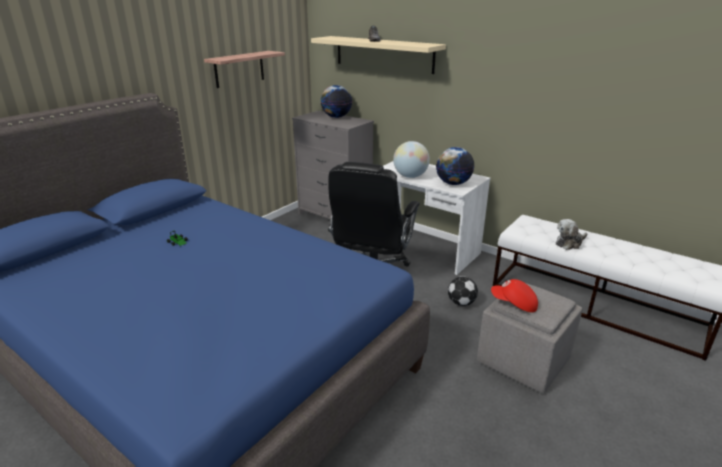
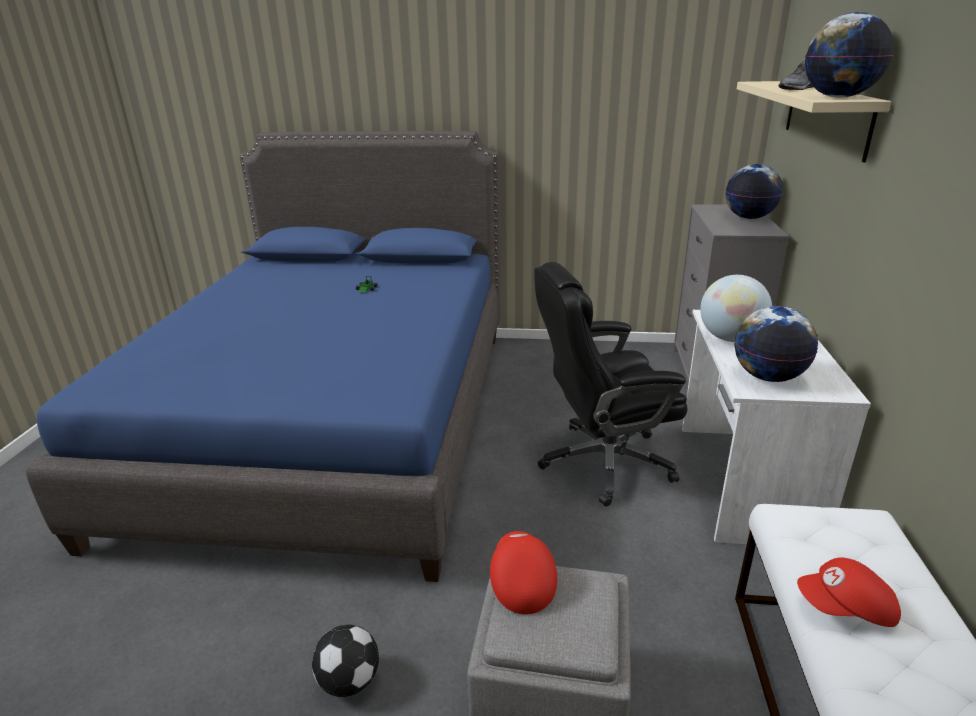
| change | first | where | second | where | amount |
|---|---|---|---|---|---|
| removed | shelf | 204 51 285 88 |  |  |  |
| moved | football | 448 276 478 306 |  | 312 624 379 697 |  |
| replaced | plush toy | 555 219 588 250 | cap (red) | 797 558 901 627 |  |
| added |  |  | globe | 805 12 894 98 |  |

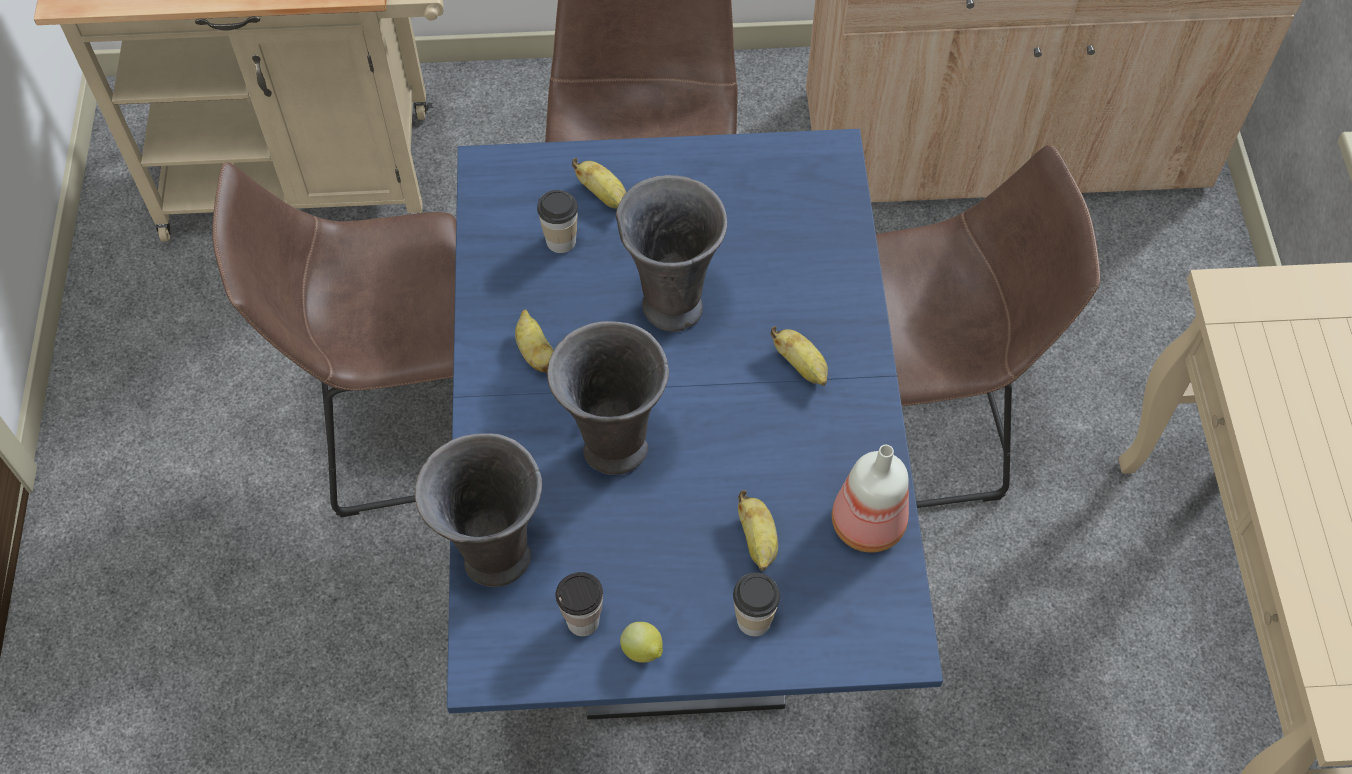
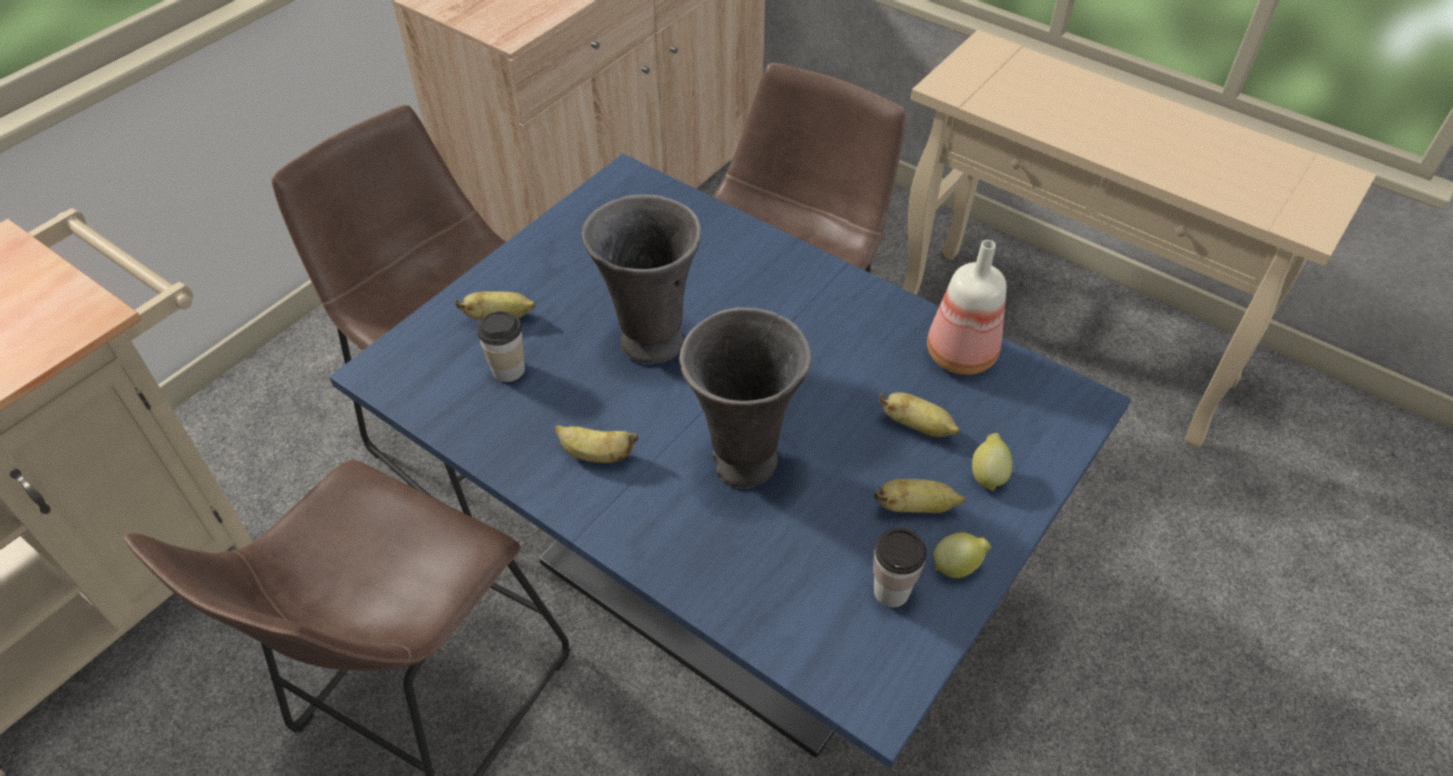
| change | first | where | second | where | amount |
|---|---|---|---|---|---|
| removed | vase (grey) | 415 433 542 587 |  |  |  |
| replaced | cup | 733 572 780 637 | lemon | 972 433 1013 491 |  |
| moved | banana | 770 326 828 386 |  | 874 479 965 513 |  |

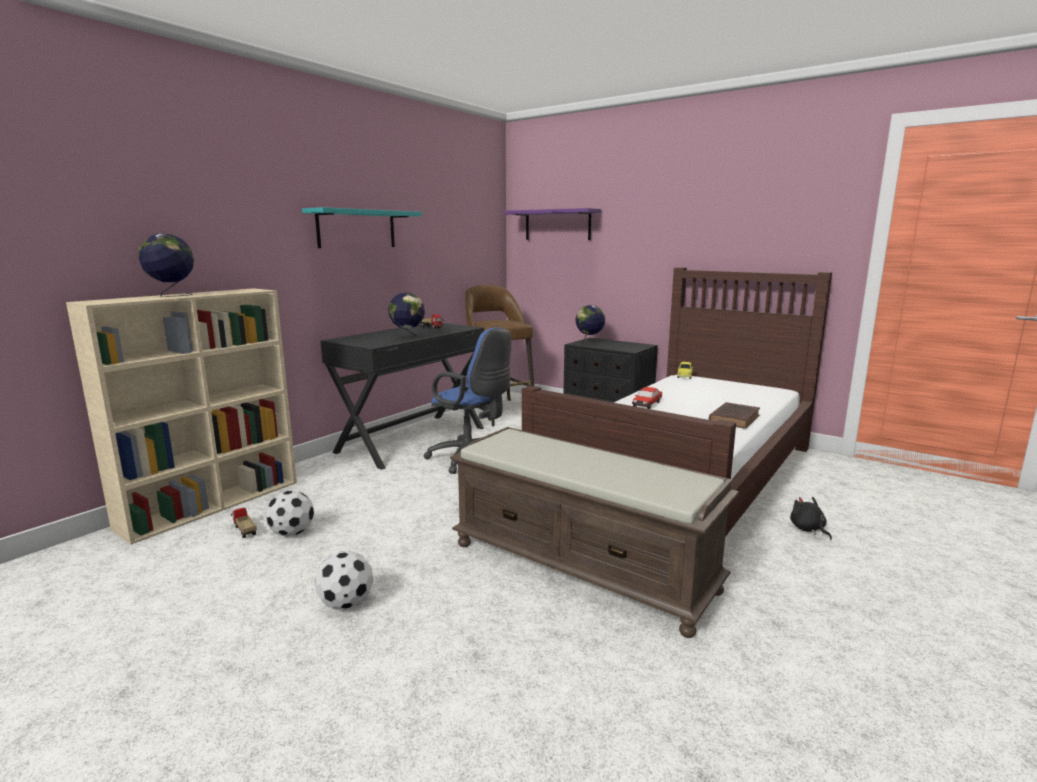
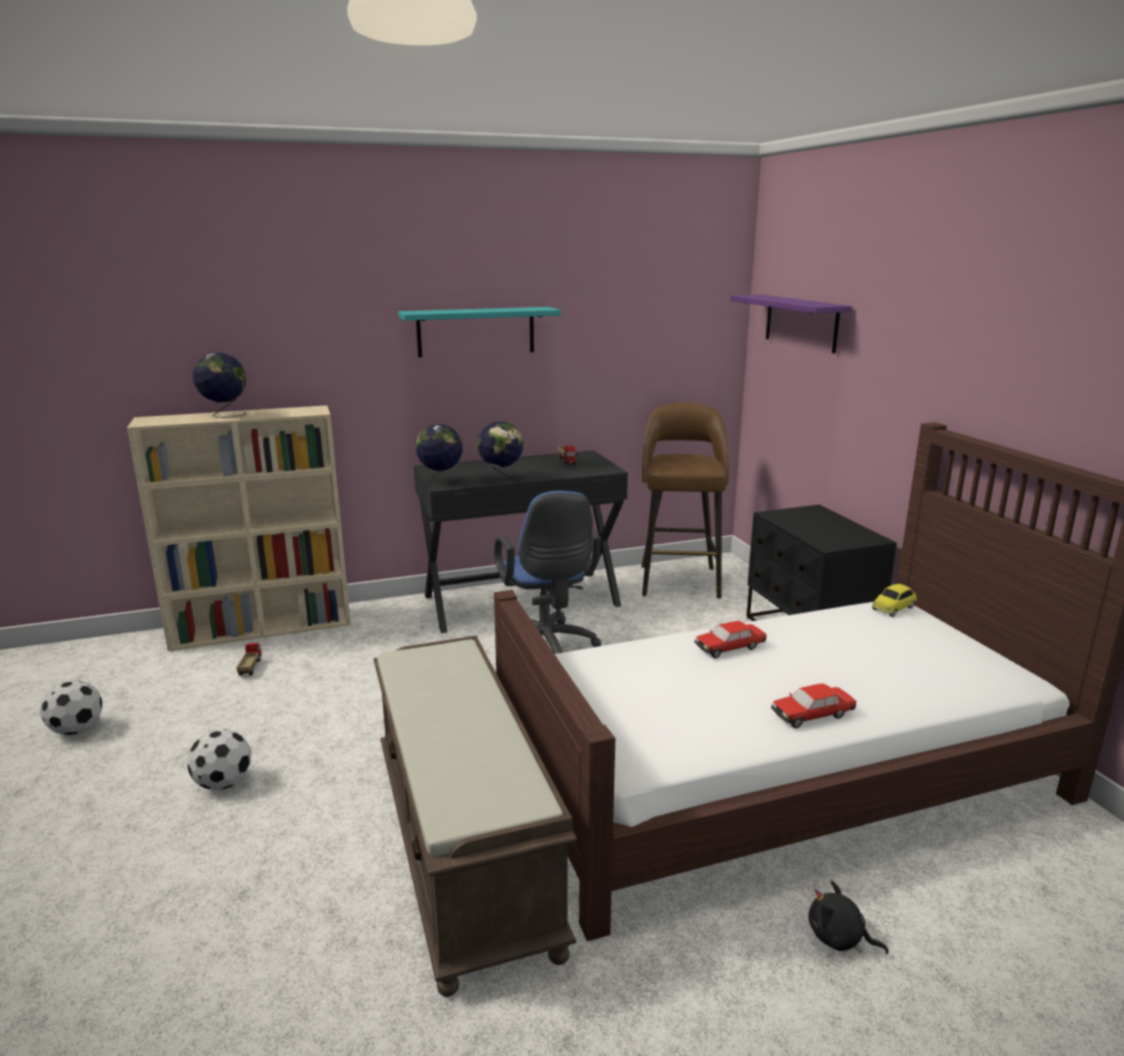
| change | first | where | second | where | amount |
|---|---|---|---|---|---|
| moved | football | 265 490 314 536 |  | 40 680 102 735 |  |
| moved | globe | 575 305 605 344 |  | 416 424 463 485 |  |
| replaced | book (brown) | 709 402 760 429 | toy car | 771 683 857 728 |  |
| turned | plush toy (black) | 790 497 832 540 |  | 808 881 889 954 | 75 degrees counterclockwise |

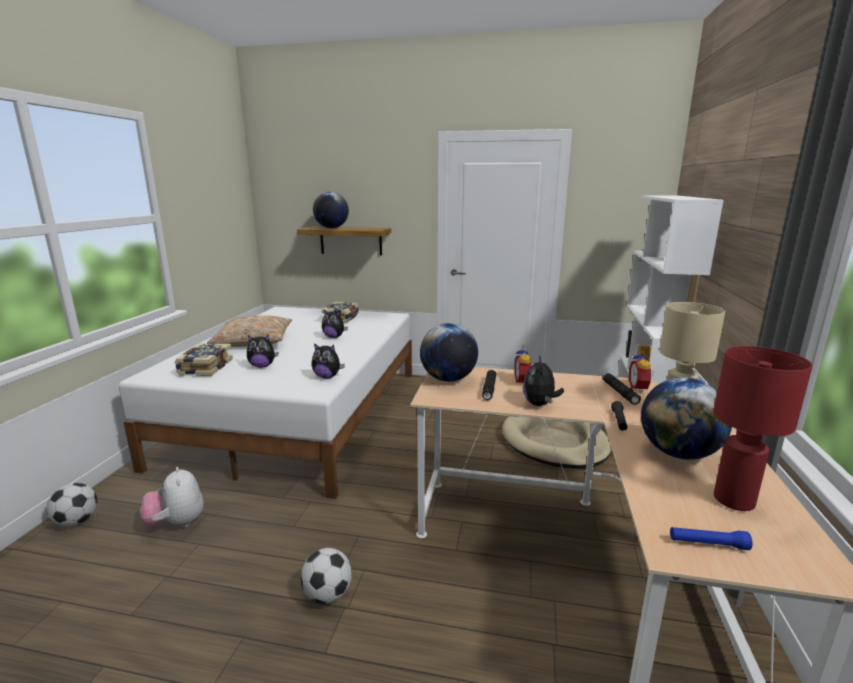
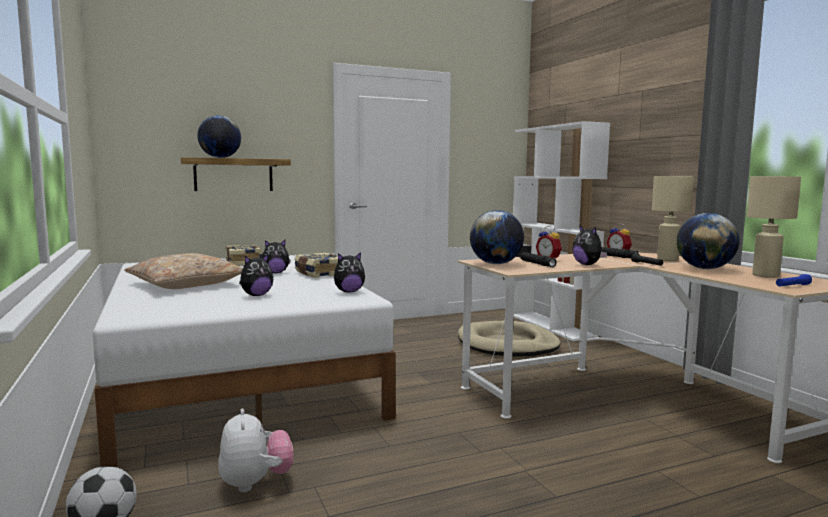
| change | first | where | second | where | amount |
|---|---|---|---|---|---|
| turned | plush toy | 140 467 204 527 |  | 218 408 294 493 | 135 degrees counterclockwise |
| moved | book | 175 343 233 376 |  | 295 253 338 278 |  |
| removed | football | 301 548 352 604 |  |  |  |
| recoloured | table lamp (red) | 713 346 813 511 | table lamp (beige) | 747 176 801 278 |  |

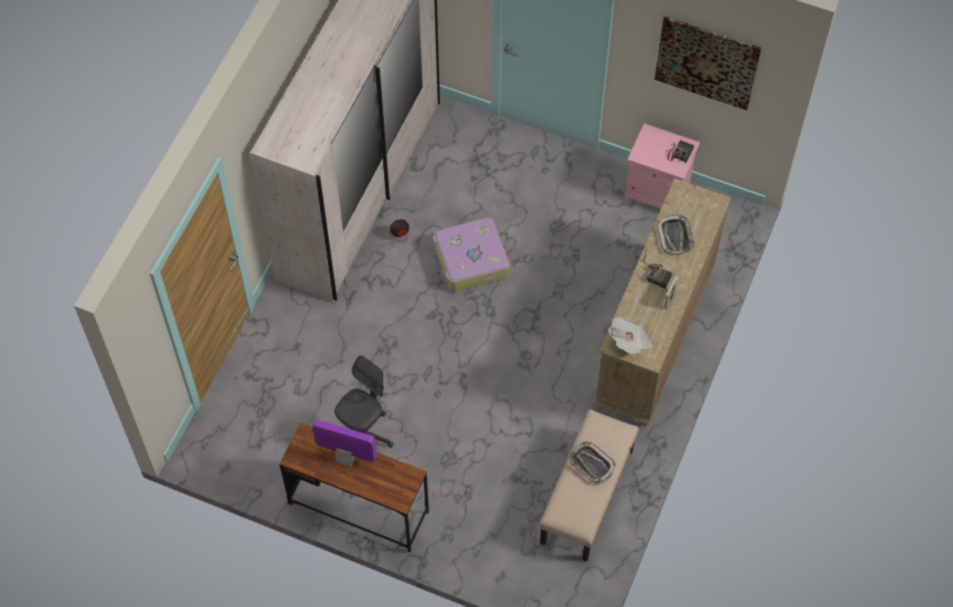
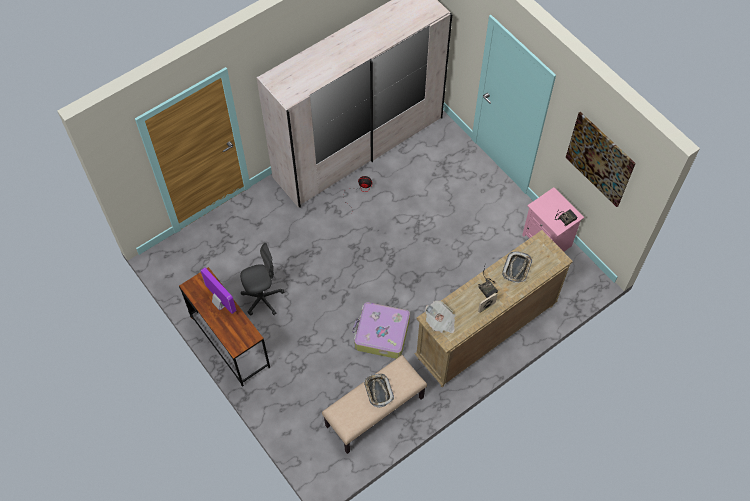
| change | first | where | second | where | amount |
|---|---|---|---|---|---|
| moved | suitcase | 433 217 510 292 |  | 352 302 410 359 |  |

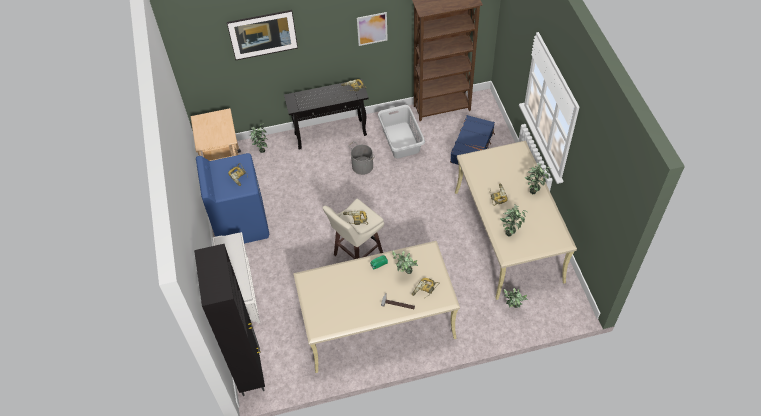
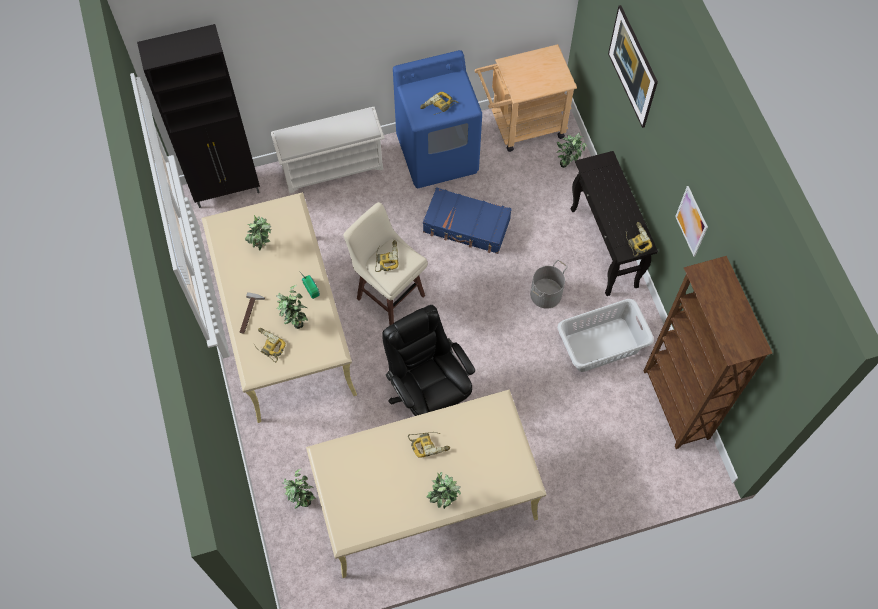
| change | first | where | second | where | amount |
|---|---|---|---|---|---|
| moved | suitcase (blue) | 450 115 495 165 |  | 423 187 512 254 |  |
| moved | potted plant | 500 204 527 236 |  | 245 215 272 251 |  |
| added |  |  | office chair (black) | 382 305 475 416 |  |

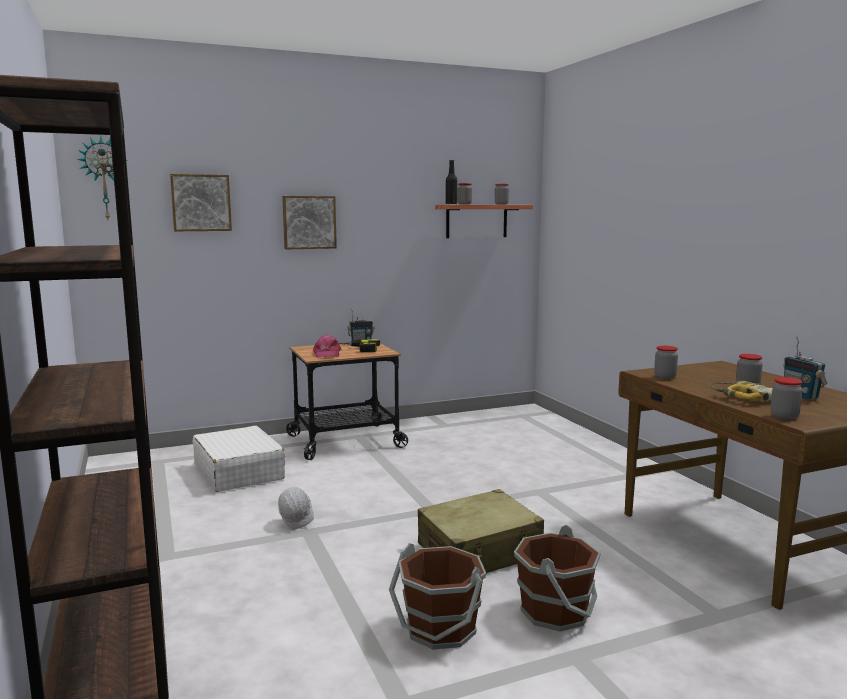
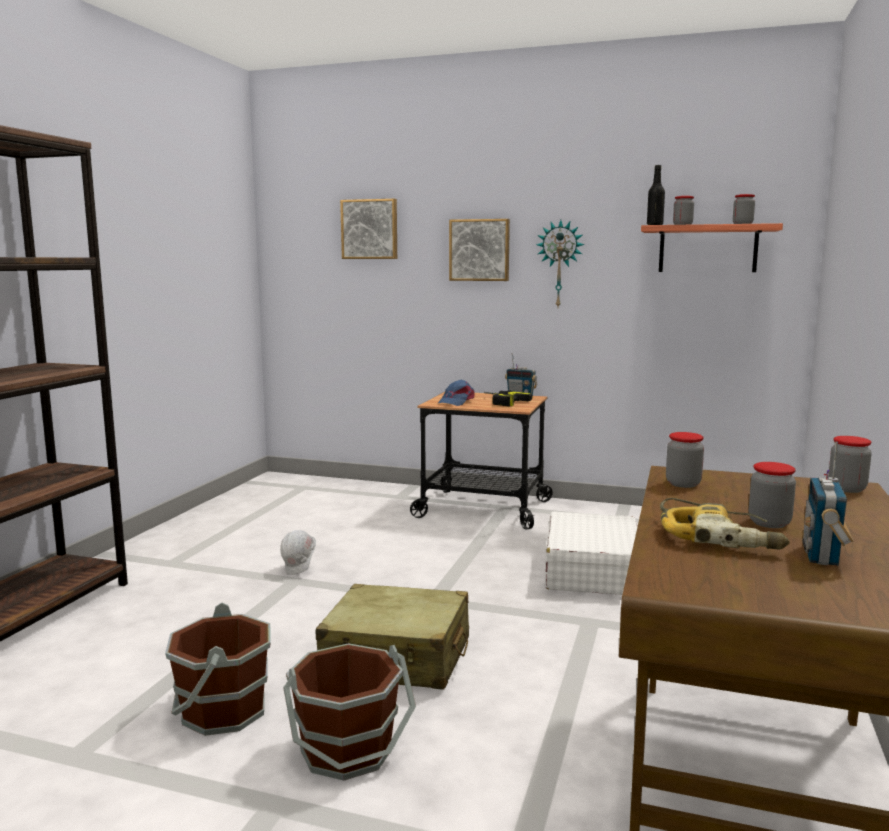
| change | first | where | second | where | amount |
|---|---|---|---|---|---|
| moved | wall clock | 77 136 128 220 |  | 536 220 585 307 |  |
| moved | suitcase (white) | 193 426 285 492 |  | 545 511 637 595 |  |
| recoloured | cap (pink) | 313 335 341 358 | cap (blue) | 437 380 475 406 |  |
| moved | jar | 770 377 803 420 |  | 828 436 872 493 |  |

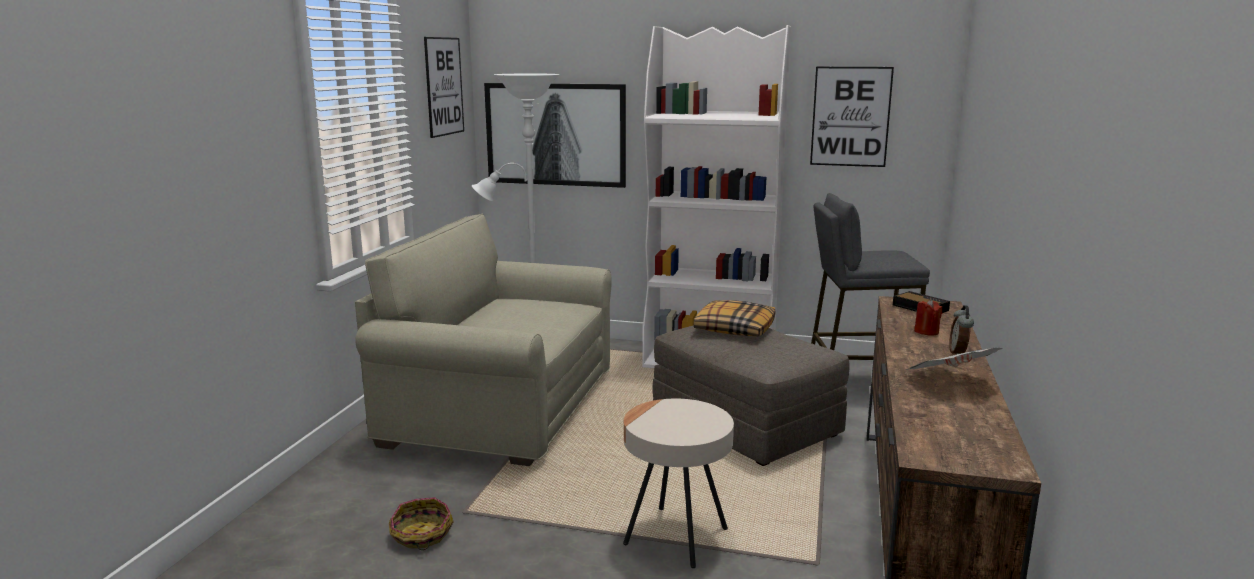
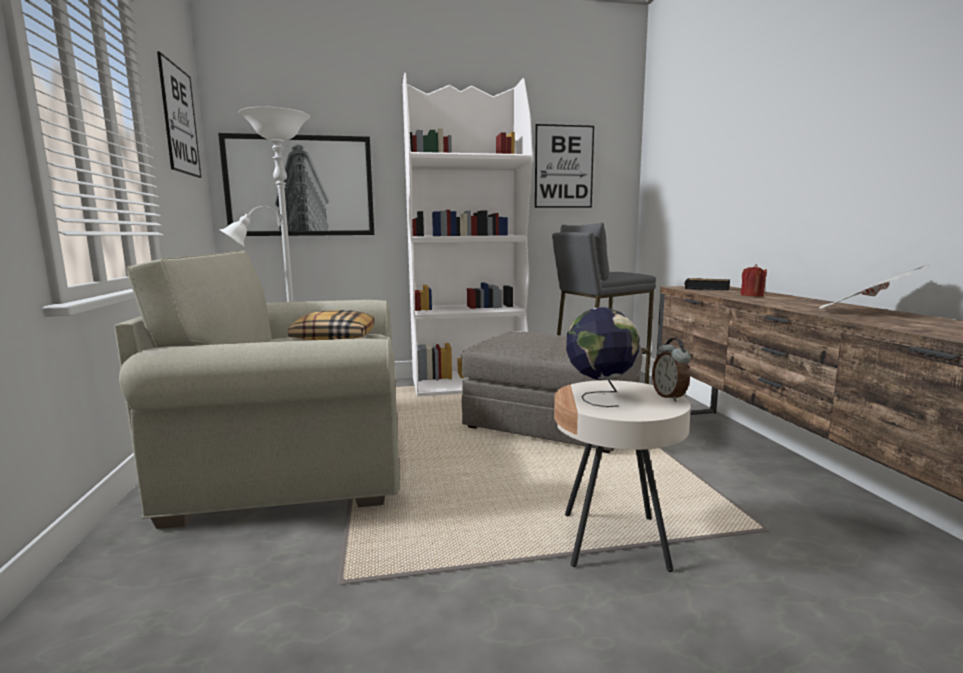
| change | first | where | second | where | amount |
|---|---|---|---|---|---|
| removed | basket | 389 497 454 550 |  |  |  |
| moved | pillow | 694 300 775 336 |  | 288 310 375 340 |  |
| moved | alarm clock | 949 305 974 354 |  | 652 338 691 402 |  |
| added |  |  | globe | 566 307 639 407 |  |

